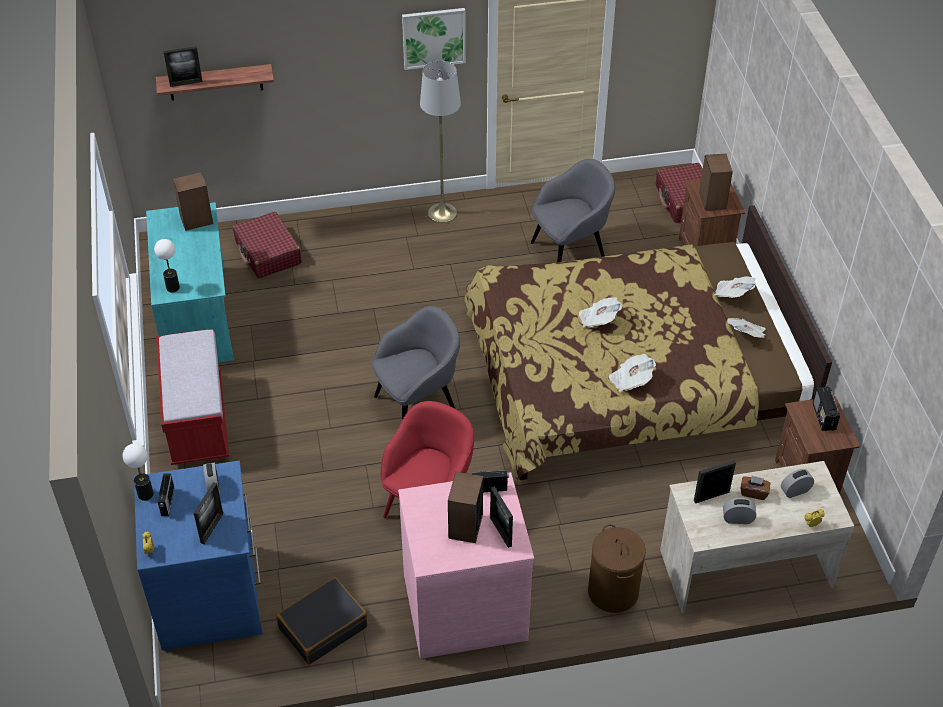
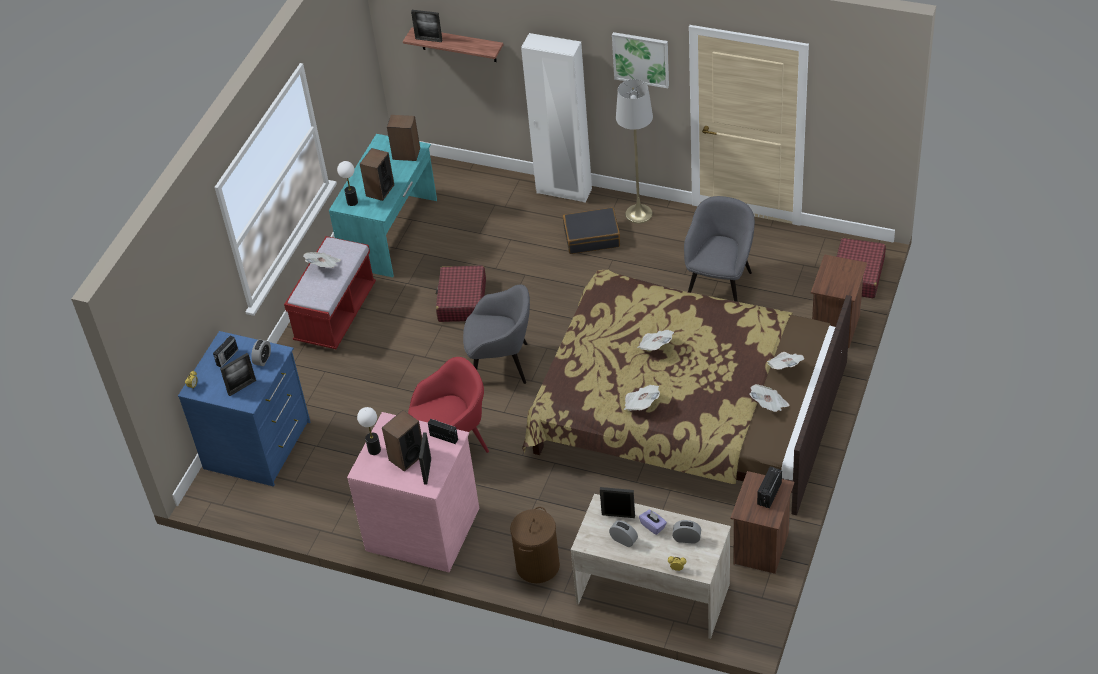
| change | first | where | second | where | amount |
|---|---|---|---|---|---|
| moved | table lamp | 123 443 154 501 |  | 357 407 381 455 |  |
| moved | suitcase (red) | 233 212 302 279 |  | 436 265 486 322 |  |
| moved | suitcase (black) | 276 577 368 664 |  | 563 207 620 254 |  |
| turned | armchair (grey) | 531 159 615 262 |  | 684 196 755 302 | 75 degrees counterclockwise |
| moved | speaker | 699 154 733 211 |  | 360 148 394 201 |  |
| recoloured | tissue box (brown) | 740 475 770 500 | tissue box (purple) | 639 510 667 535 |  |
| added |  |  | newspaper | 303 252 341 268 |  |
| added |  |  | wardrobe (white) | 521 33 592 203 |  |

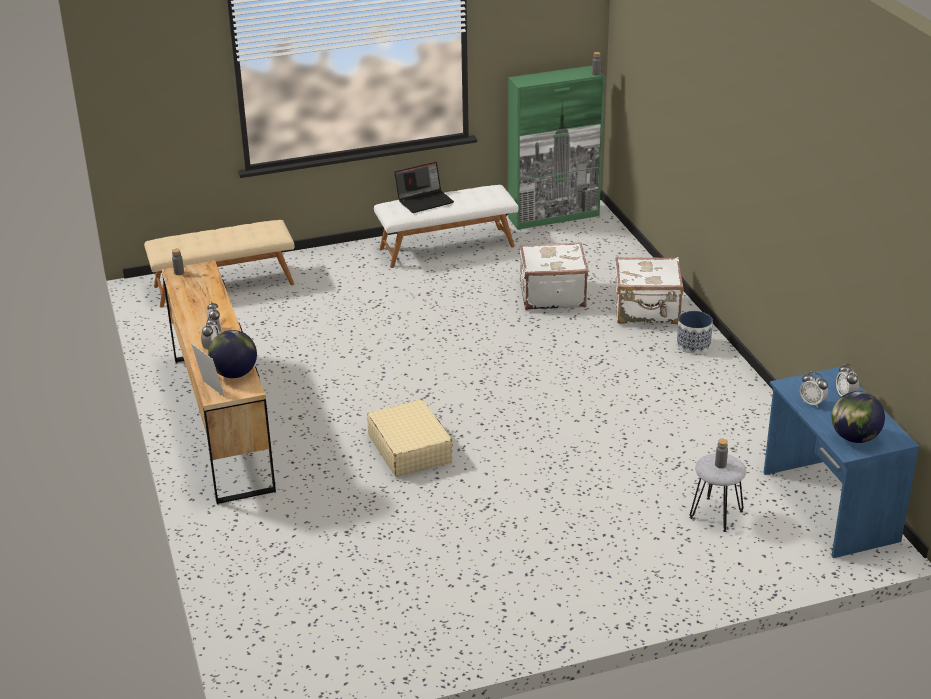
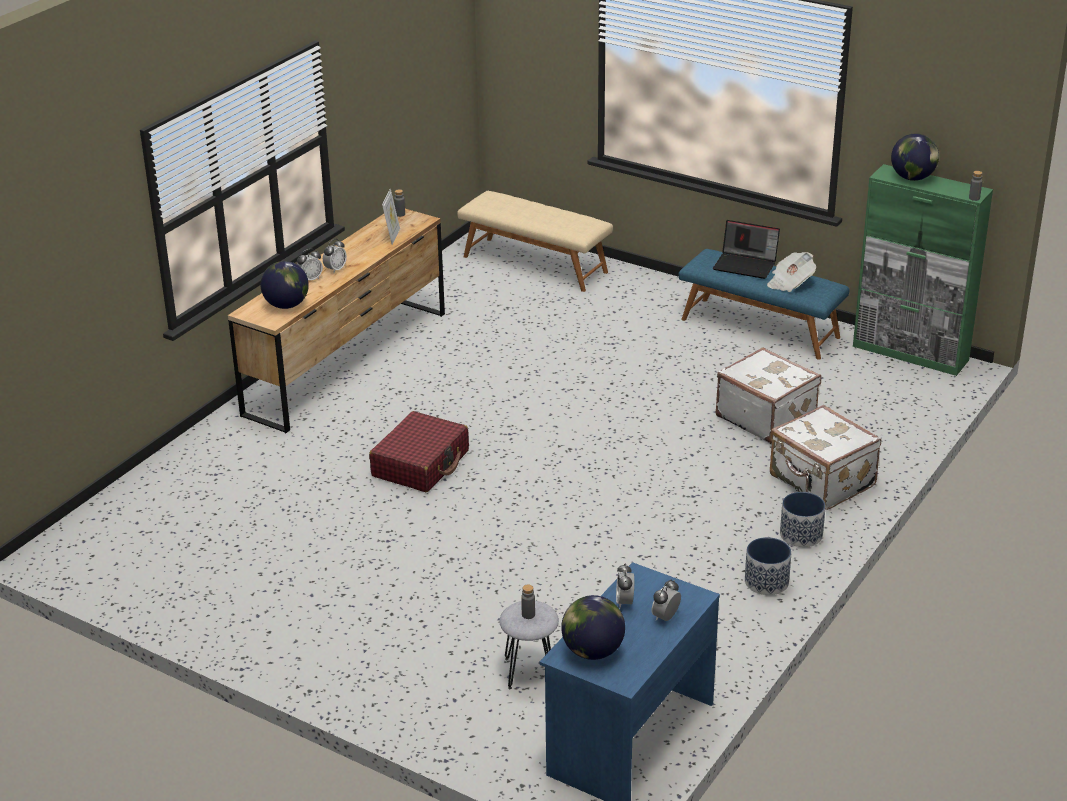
| change | first | where | second | where | amount |
|---|---|---|---|---|---|
| moved | picture frame | 191 343 225 397 |  | 382 189 400 244 |  |
| recoloured | suitcase (beige) | 367 399 453 477 | suitcase (red) | 369 411 469 492 |  |
| recoloured | bench (white) | 374 185 518 268 | bench (blue) | 679 249 849 360 |  |
| added |  |  | planter | 745 537 791 595 |  |
| added |  |  | newspaper | 767 252 816 292 |  |
| added |  |  | globe | 891 134 939 181 |  |

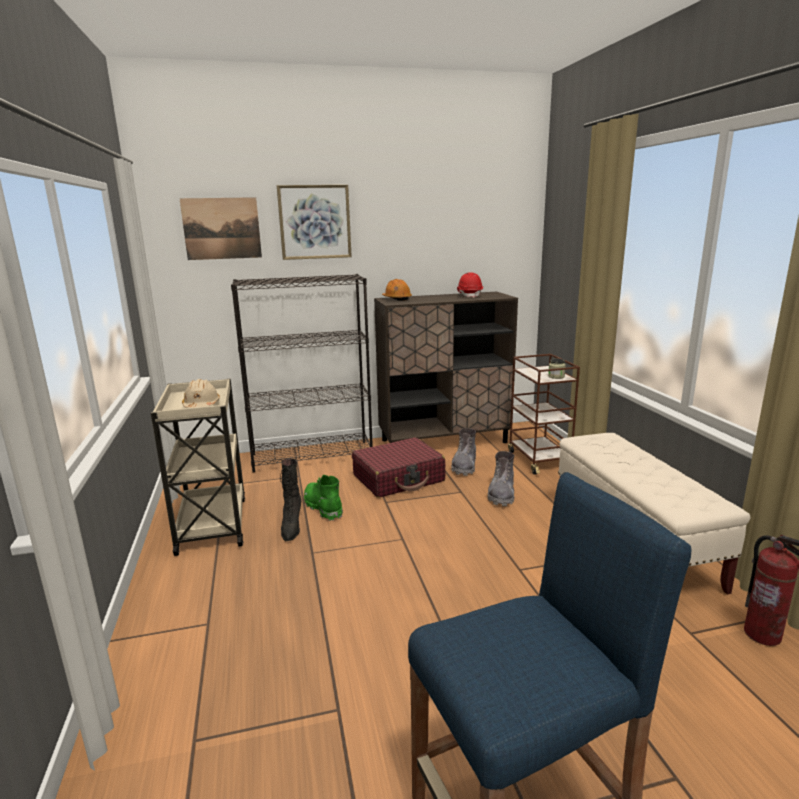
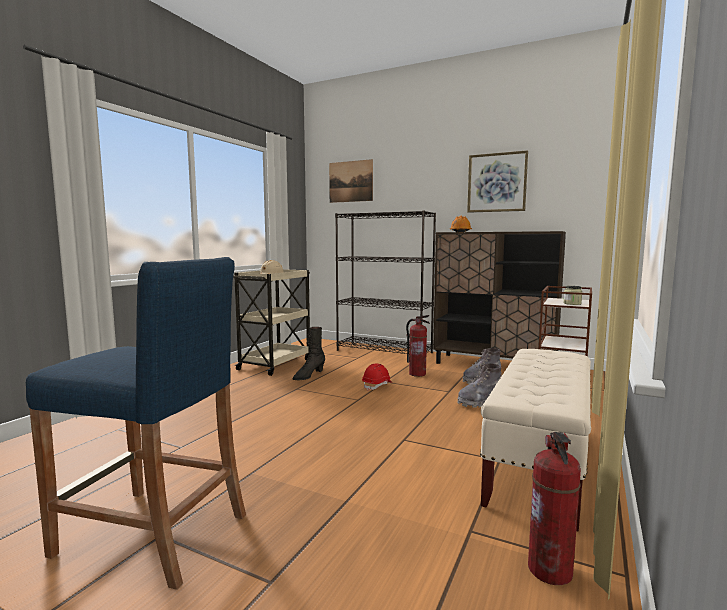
| change | first | where | second | where | amount |
|---|---|---|---|---|---|
| moved | picture | 277 185 352 260 |  | 467 150 528 213 |  |
| removed | boot (green) | 304 475 343 521 |  |  |  |
| replaced | suitcase (red) | 352 438 445 498 | fire extinguisher | 406 315 430 377 |  |
| moved | hard hat (red) | 457 272 483 298 |  | 362 363 392 391 |  |

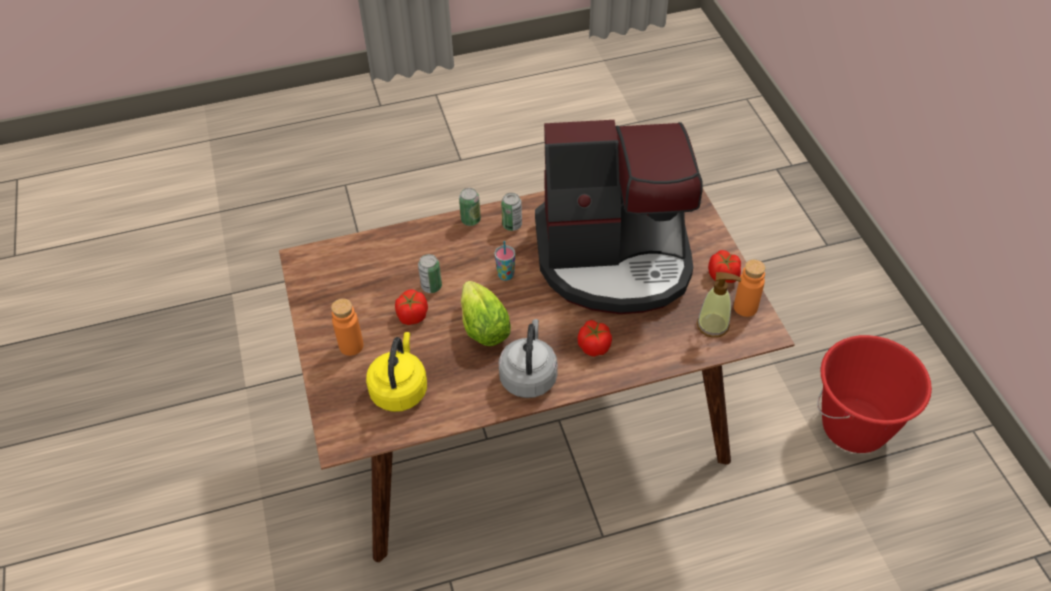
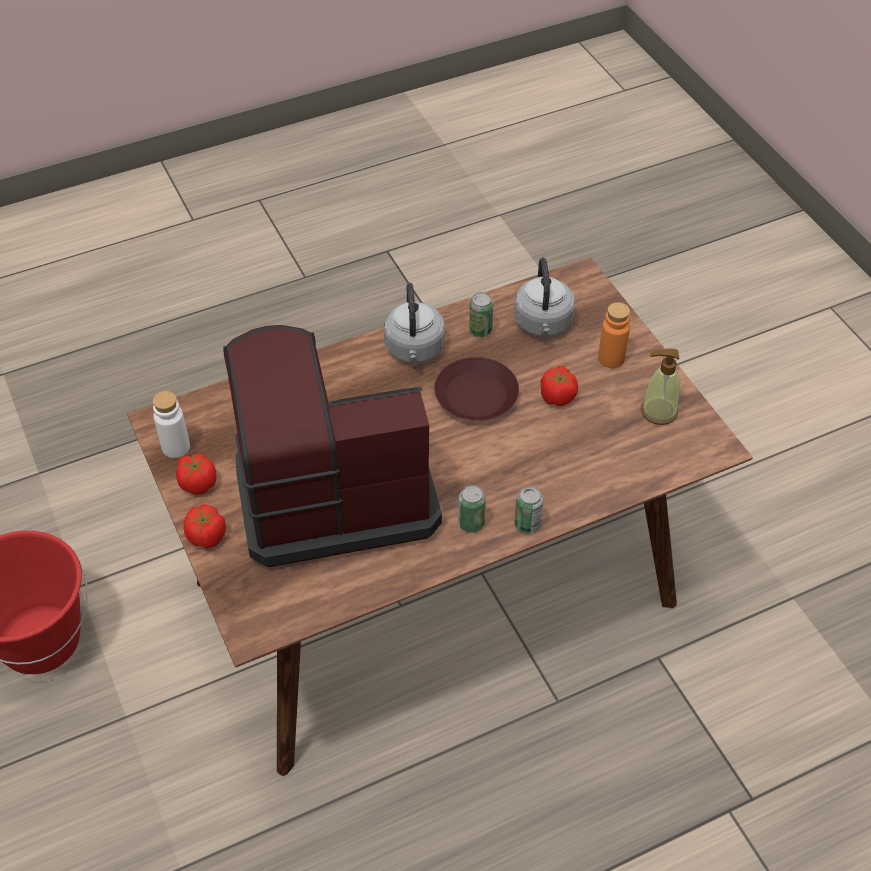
| change | first | where | second | where | amount |
|---|---|---|---|---|---|
| recoloured | kettle (yellow) | 366 332 427 412 | kettle (grey) | 514 257 575 337 |  |
| moved | can | 418 254 442 293 |  | 469 292 493 337 |  |
| replaced | lettuce | 461 281 511 346 | plate (brown) | 434 357 519 421 |  |
| removed | cup | 495 241 515 281 |  |  |  |
| moved | tomato | 578 320 612 357 |  | 183 504 226 548 |  |
| moved | soap dispenser | 697 272 741 338 |  | 641 349 680 425 |  |
| recoloured | bottle (orange) | 734 259 766 317 | bottle (white) | 153 391 190 458 |  |

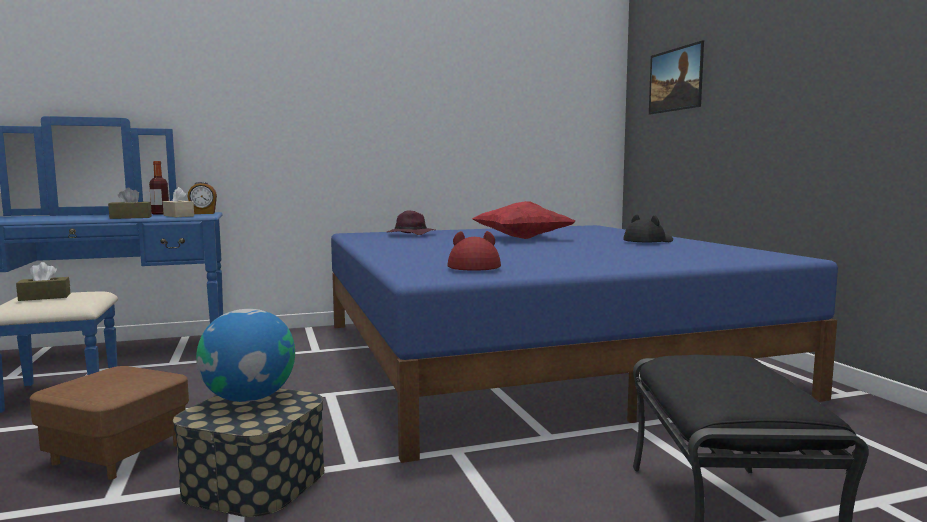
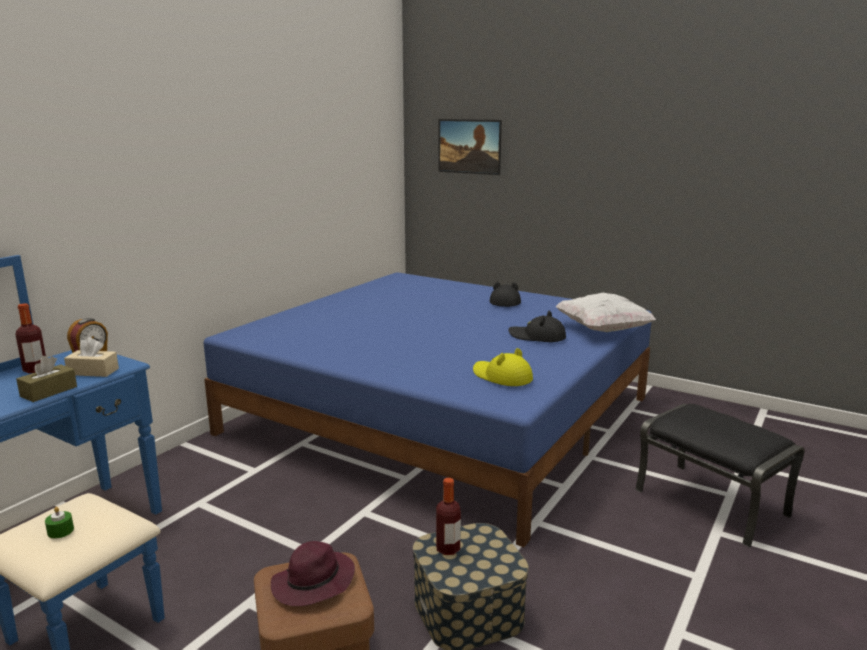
| change | first | where | second | where | amount |
|---|---|---|---|---|---|
| replaced | tissue box (brown) | 16 262 71 301 | candle (green) | 45 507 74 539 |  |
| replaced | globe | 196 309 295 402 | bottle | 436 478 461 555 |  |
| moved | hat (purple) | 386 210 435 235 |  | 271 541 355 606 |  |
| recoloured | hat (red) | 447 231 501 271 | hat (yellow) | 473 348 533 386 |  |
| removed | pillow (red) | 472 201 576 239 |  |  |  |
| added |  |  | hat (black) | 508 311 566 342 |  |
| added |  |  | pillow (white) | 555 293 656 332 |  |

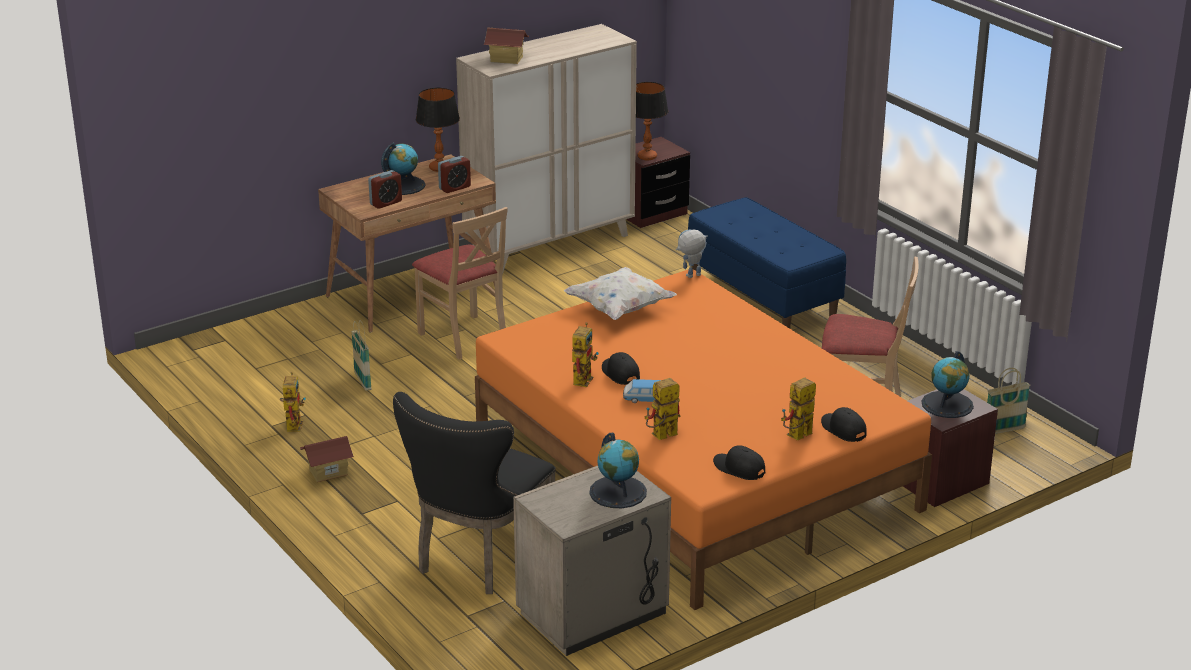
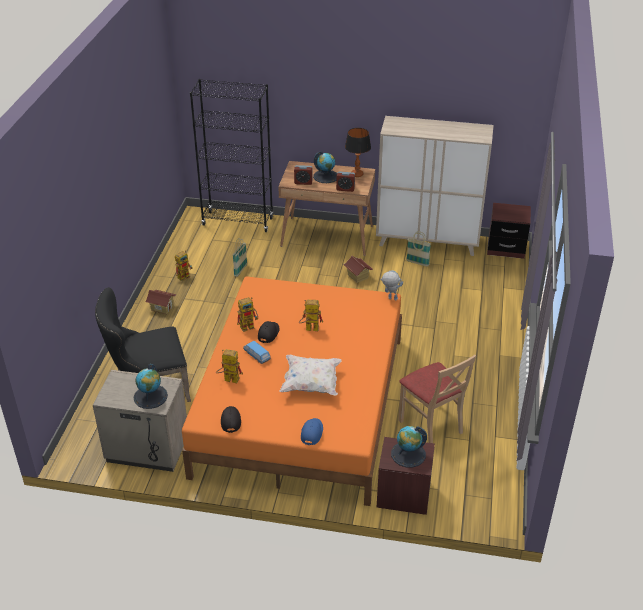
| change | first | where | second | where | amount |
|---|---|---|---|---|---|
| removed | chair (beige) | 412 207 508 359 |  |  |  |
| moved | toy house | 483 28 529 64 |  | 343 256 373 283 |  |
| moved | pillow (white) | 564 267 677 320 |  | 279 355 342 396 |  |
| removed | table lamp | 636 82 669 160 |  |  |  |
| removed | bench (blue) | 688 197 846 329 |  |  |  |
| moved | toy robot | 781 377 816 441 |  | 299 299 323 331 |  |
| recoloured | cap (black) | 821 407 867 442 | cap (blue) | 301 418 323 445 |  |
| moved | basket | 987 368 1030 434 |  | 406 231 431 266 |  |
| added |  |  | bookcase (black) | 190 79 273 232 |  |

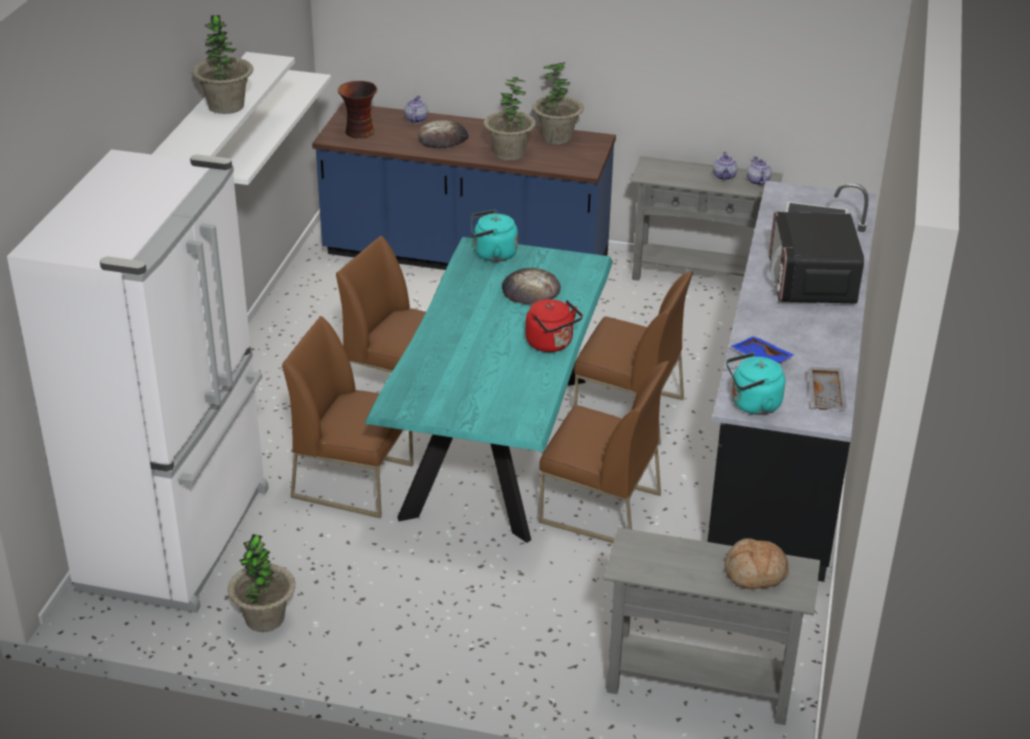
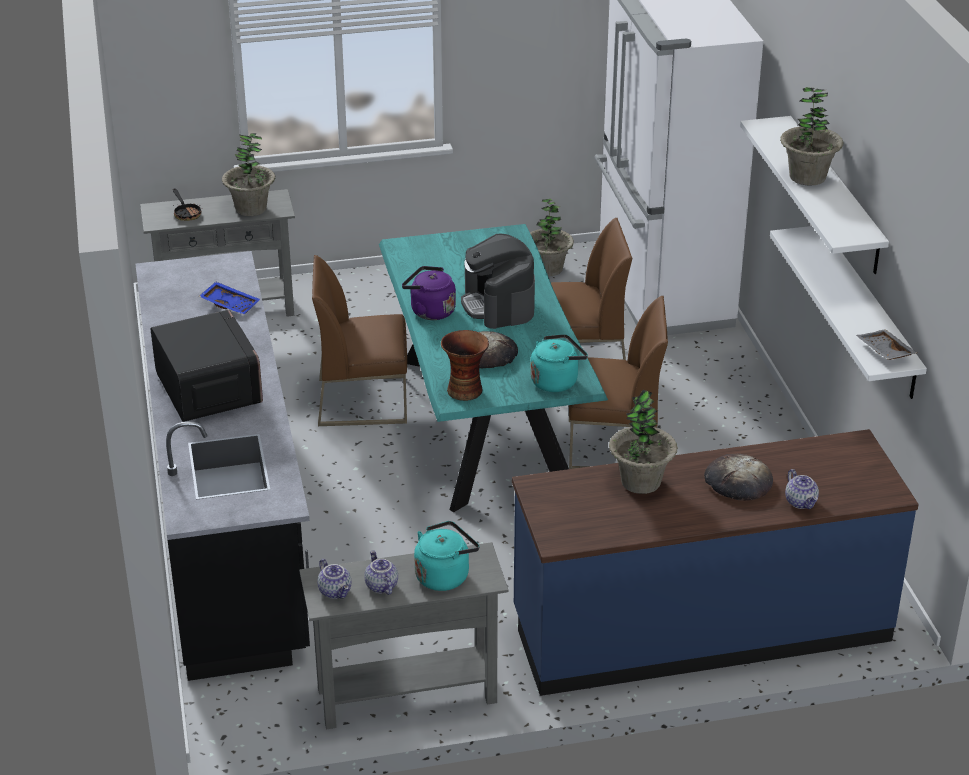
| change | first | where | second | where | amount |
|---|---|---|---|---|---|
| moved | vase | 338 81 377 139 |  | 441 330 489 401 |  |
| recoloured | kettle (red) | 525 299 583 352 | kettle (purple) | 402 266 456 320 |  |
| moved | potted plant | 532 62 584 144 |  | 222 133 275 216 |  |
| removed | chair (brown) | 574 271 693 445 |  |  |  |
| replaced | bread | 725 538 789 589 | frying pan | 172 189 202 221 |  |
| moved | kettle (turquoise) | 726 352 785 415 |  | 414 521 479 591 |  |
| moved | tray (grey) | 808 367 847 410 |  | 856 329 917 360 |  |
| added |  |  | coffee machine | 461 234 535 329 |  |

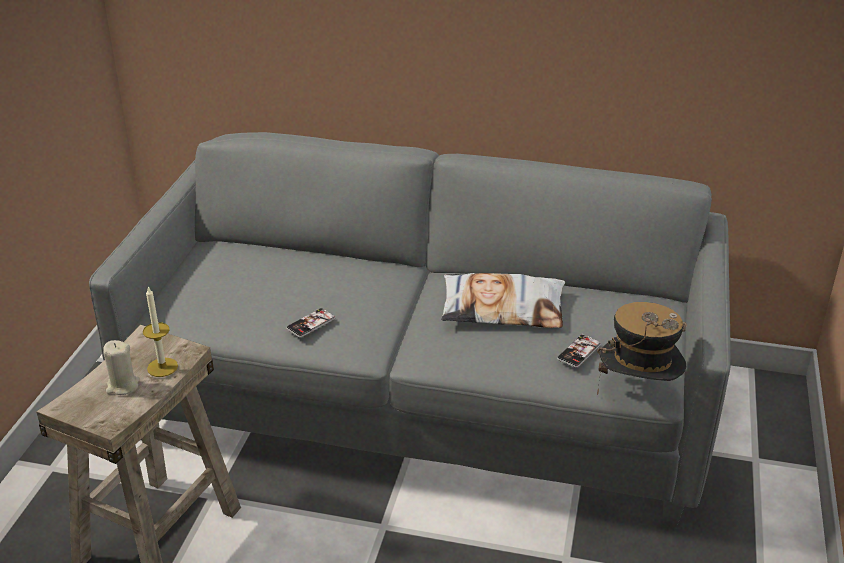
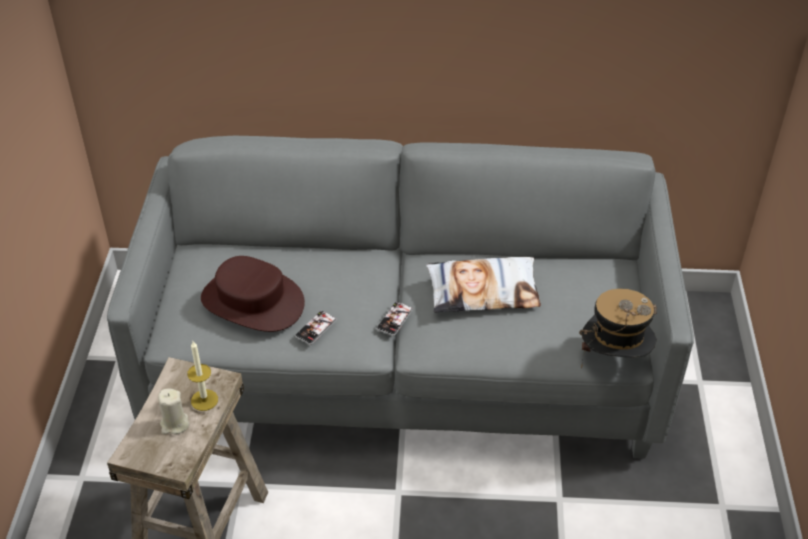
| change | first | where | second | where | amount |
|---|---|---|---|---|---|
| moved | phone | 557 334 601 368 |  | 377 302 413 336 |  |
| added |  |  | hat (brown) | 201 256 305 332 |  |

